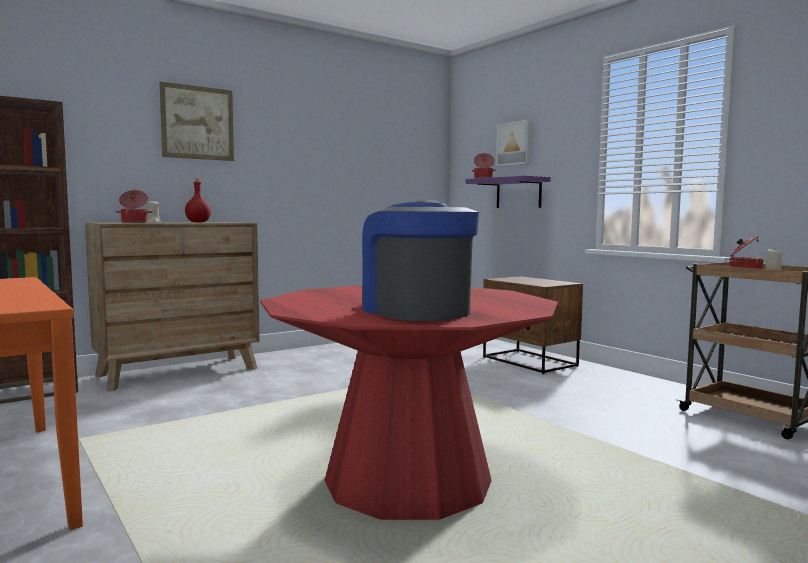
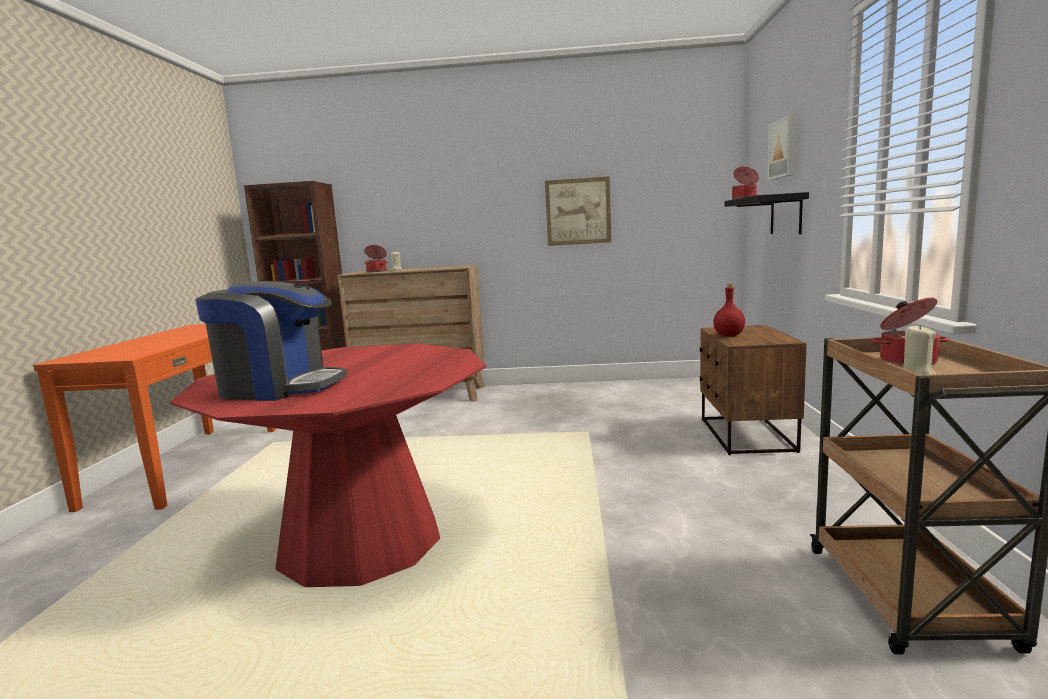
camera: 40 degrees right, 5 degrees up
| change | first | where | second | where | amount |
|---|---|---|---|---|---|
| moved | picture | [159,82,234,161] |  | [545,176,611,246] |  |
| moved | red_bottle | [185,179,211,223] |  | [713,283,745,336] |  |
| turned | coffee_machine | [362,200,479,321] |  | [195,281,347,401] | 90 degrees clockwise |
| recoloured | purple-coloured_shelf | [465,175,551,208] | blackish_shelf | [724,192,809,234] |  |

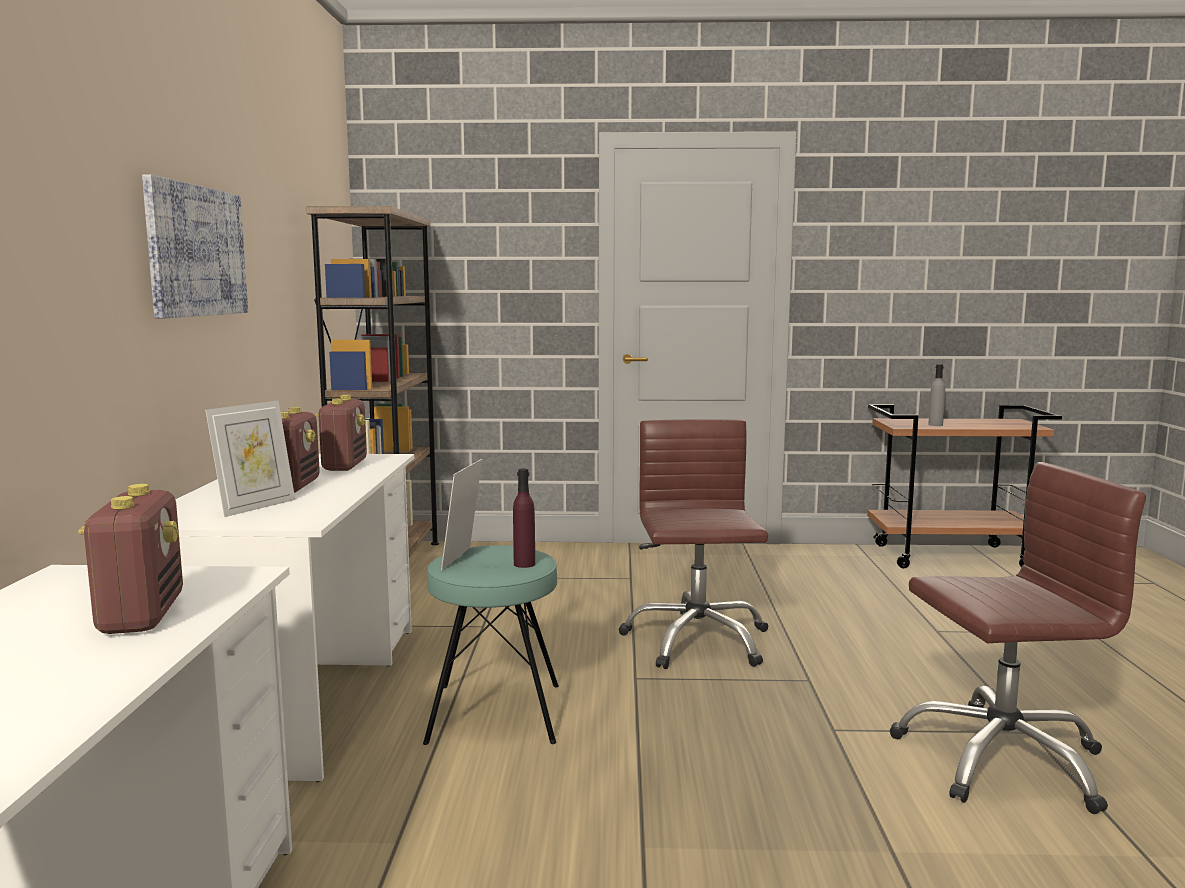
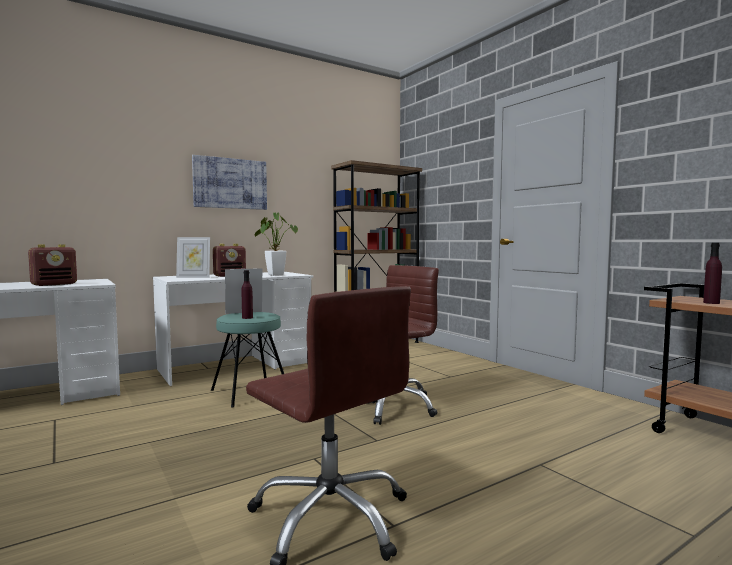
camera: 55 degrees right, 5 degrees down
| change | first | where | second | where | amount |
|---|---|---|---|---|---|
| replaced | radio_set | [315,395,367,471] | houseplant | [255,212,298,276] |  |
| recoloured | grey_bottle | [928,364,945,426] | purple-coloured_bottle | [703,243,722,304] |  |

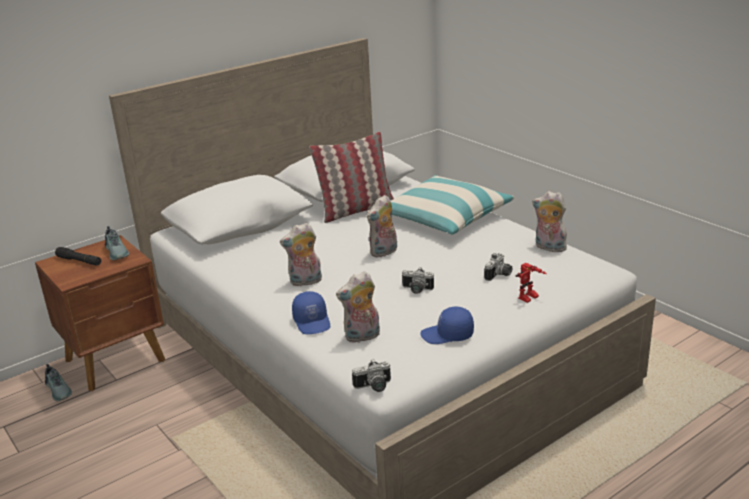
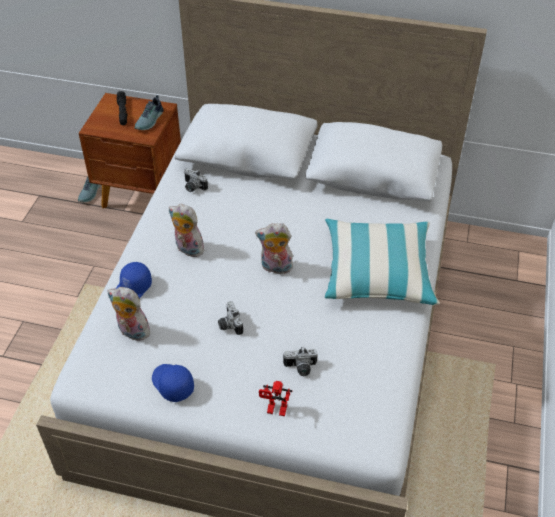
camera: 50 degrees right, 20 degrees up
| change | first | where | second | where | amount |
|---|---|---|---|---|---|
| removed | pillow | [309,132,394,223] |  |  |  |
| moved | photo_camera | [352,360,391,392] |  | [184,168,208,192] |  |
| removed | plush_toy | [532,191,567,252] |  |  |  |

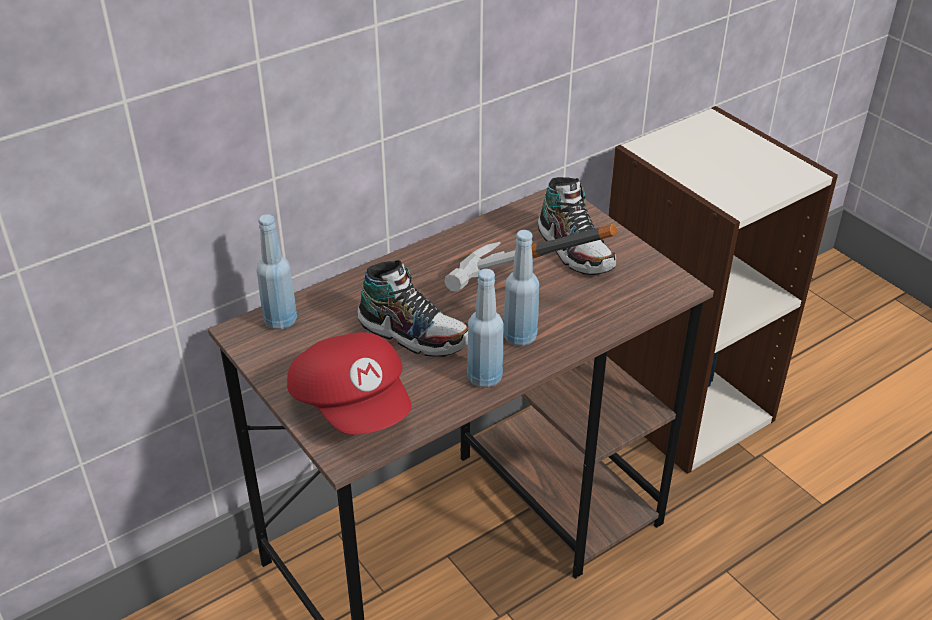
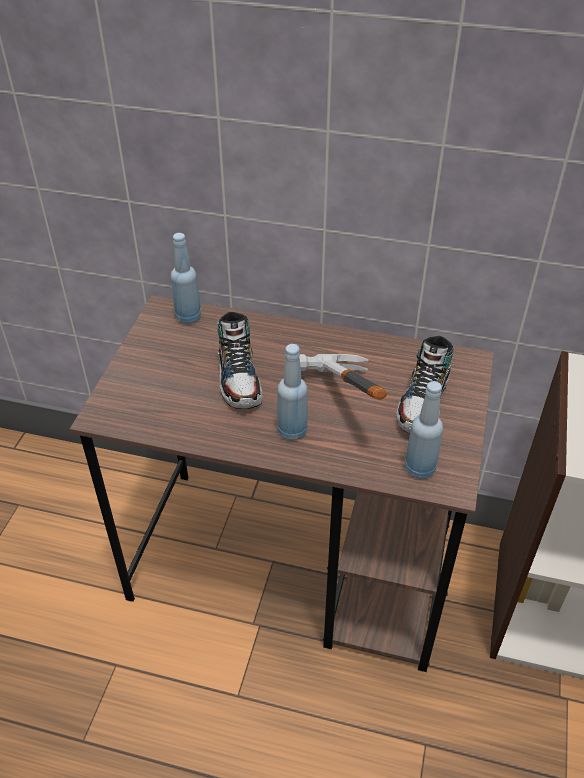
camera: 50 degrees right, 5 degrees up
| change | first | where | second | where | amount |
|---|---|---|---|---|---|
| removed | red_peaked_cap | [287,332,412,435] |  |  |  |
| moved | blue_bottle | [467,269,503,388] |  | [405,381,443,479] |  |

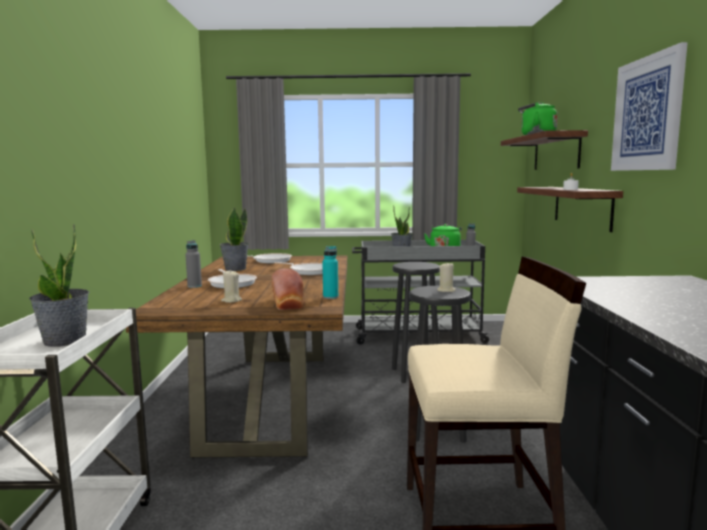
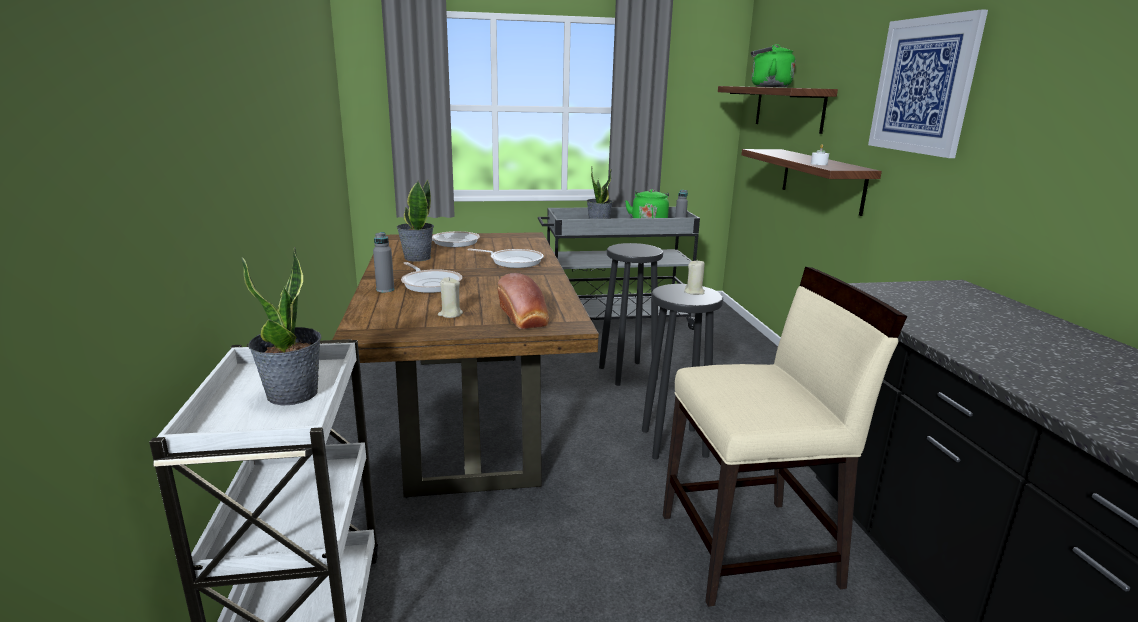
camera: 10 degrees left, 10 degrees up
| change | first | where | second | where | amount |
|---|---|---|---|---|---|
| removed | turquoise_bottle | [322,246,338,299] |  |  |  |

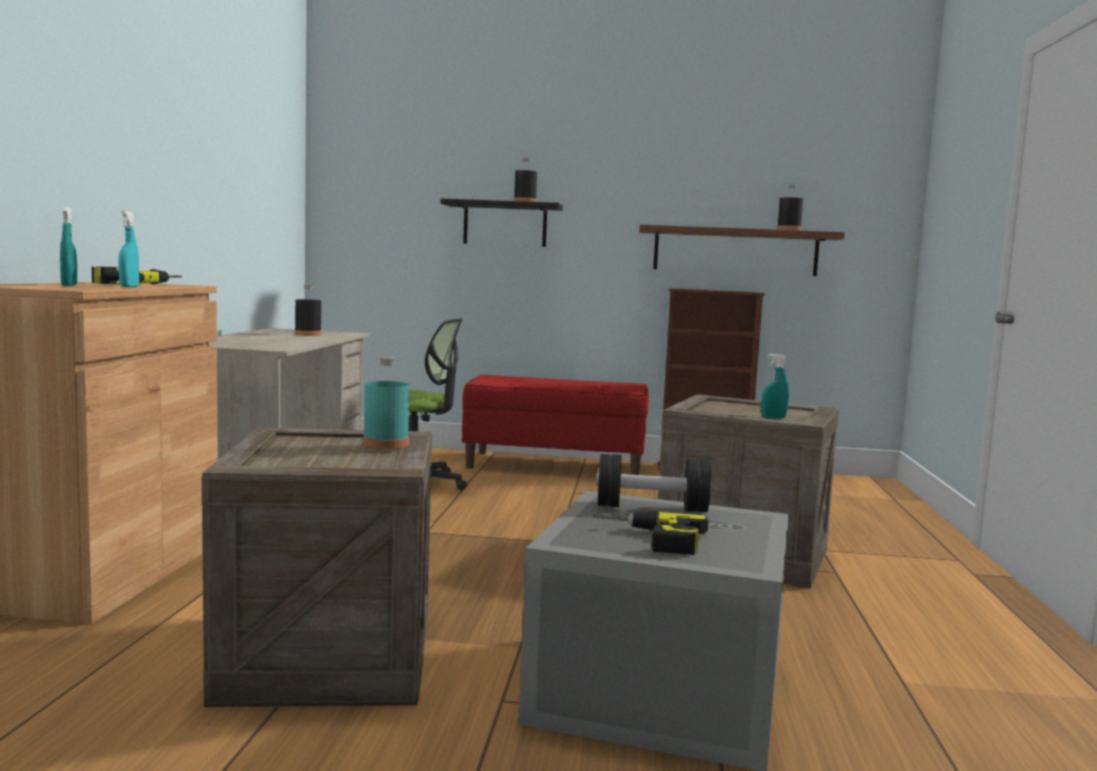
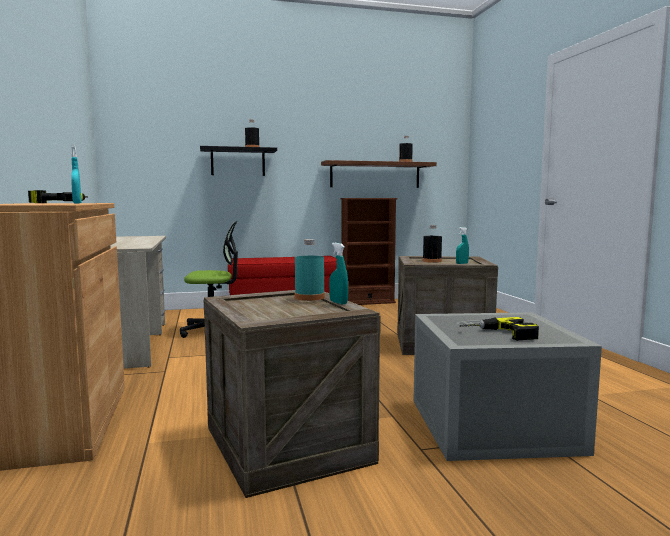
camera: 20 degrees left, 0 degrees up
| change | first | where | second | where | amount |
|---|---|---|---|---|---|
| moved | turquoise_sprayer | [60,207,77,286] |  | [329,243,348,305] |  |
| moved | blackish_bottle | [295,285,321,336] |  | [423,225,442,263] |  |
| removed | blackish_hand_weight | [596,454,712,512] |  |  |  |

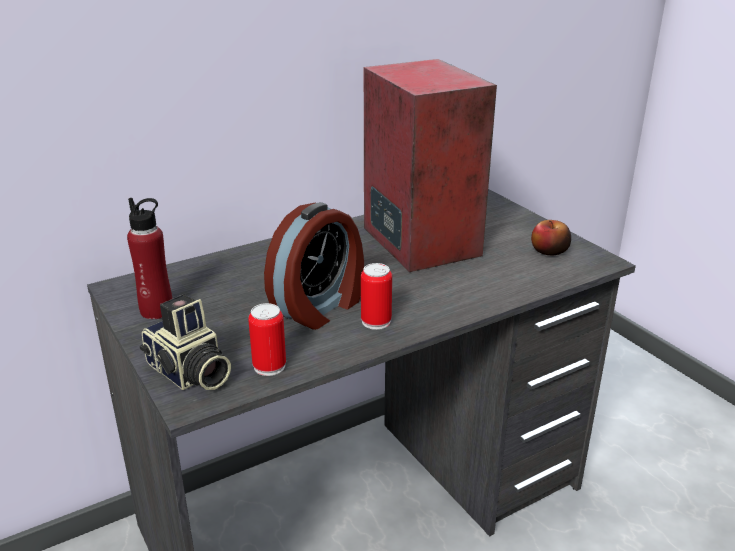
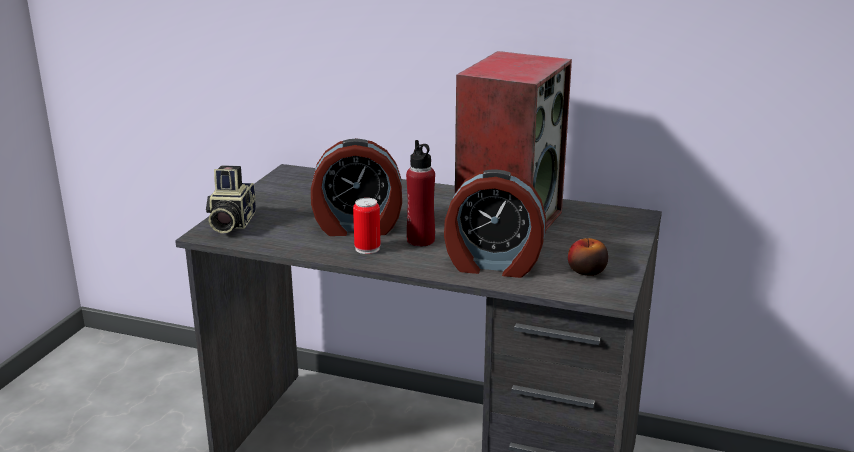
camera: 50 degrees right, 5 degrees down
| change | first | where | second | where | amount |
|---|---|---|---|---|---|
| moved | red_bottle | [127,198,173,319] |  | [406,140,435,246] |  |
| removed | can | [248,303,286,376] |  |  |  |
| added |  |  | bedside_clock | [444,169,546,278] |  |

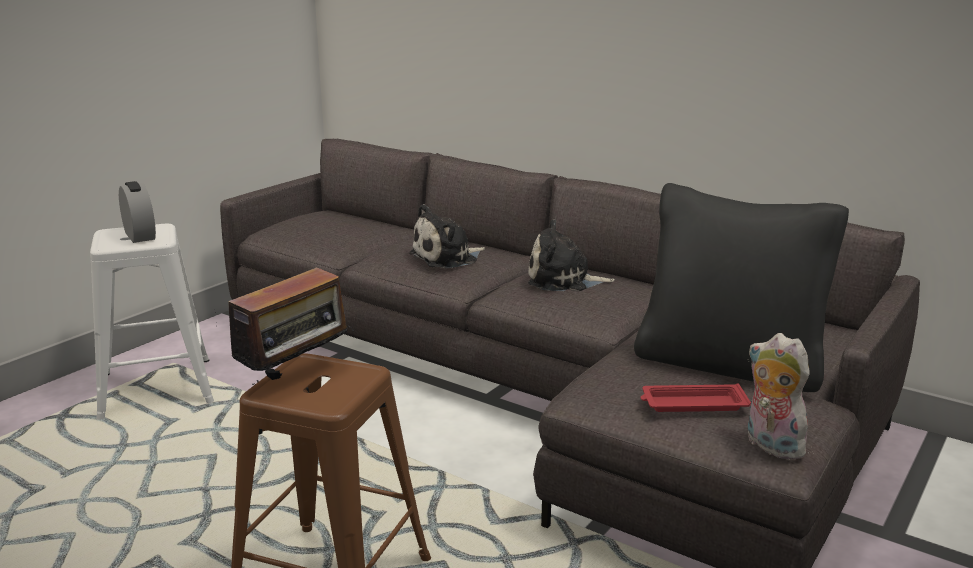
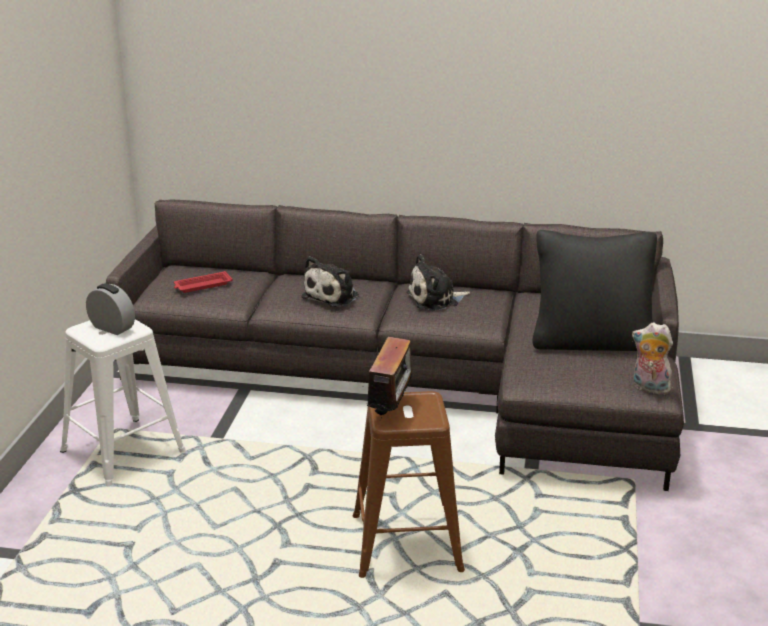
camera: 25 degrees left, 5 degrees up
| change | first | where | second | where | amount |
|---|---|---|---|---|---|
| moved | red_tray | [641,383,751,412] |  | [174,271,233,293] |  |

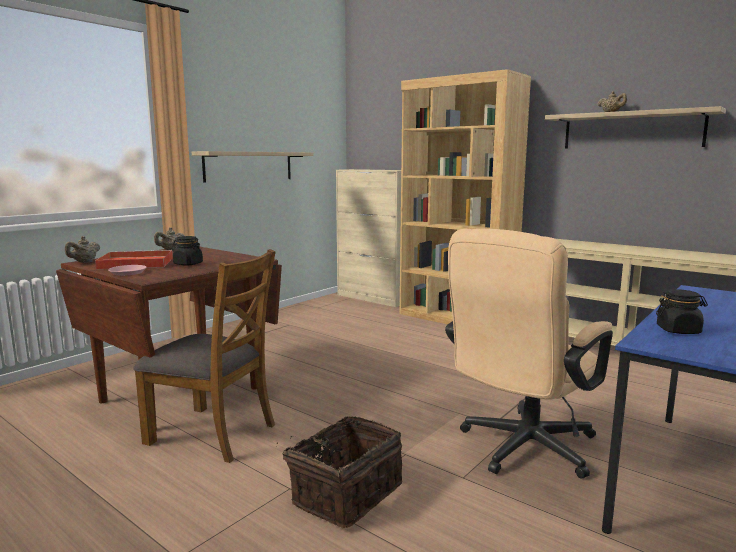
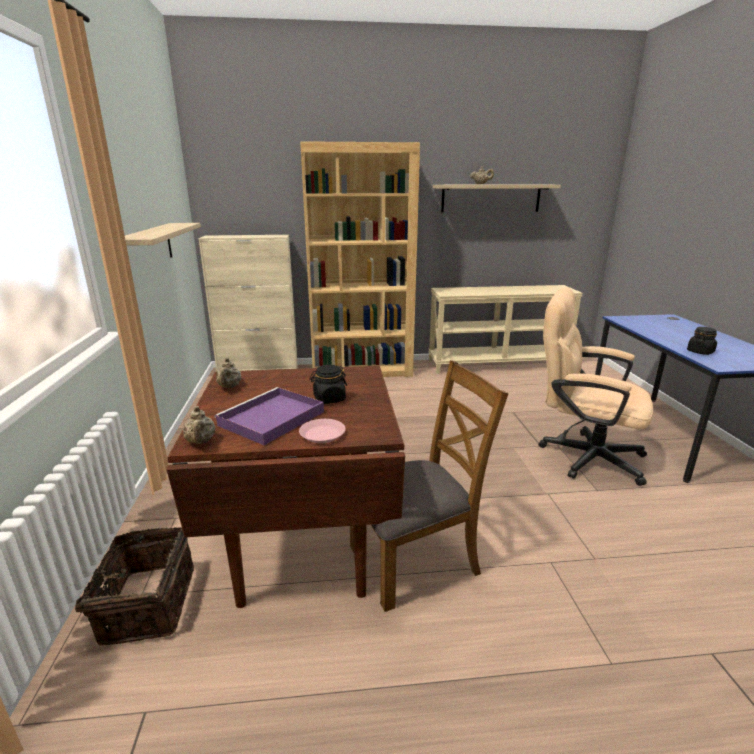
camera: 45 degrees left, 10 degrees up
| change | first | where | second | where | amount |
|---|---|---|---|---|---|
| recoloured | red_tray | [95,250,173,269] | purple-coloured_tray | [214,387,324,445] |  |
| moved | basket | [277,416,402,528] |  | [75,527,194,645] |  |
| turned | sand-coloured_desk_chair | [445,228,613,479] |  | [539,287,653,486] | 120 degrees clockwise |

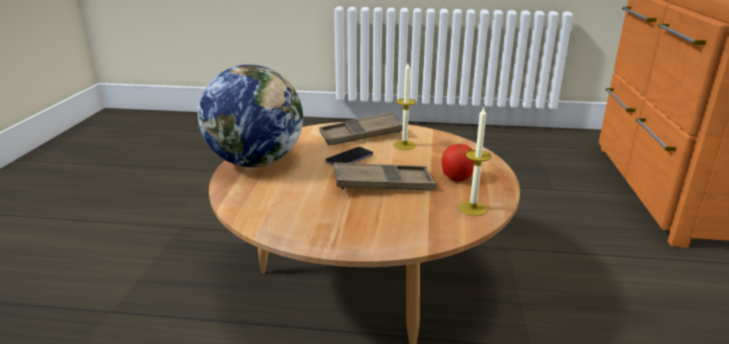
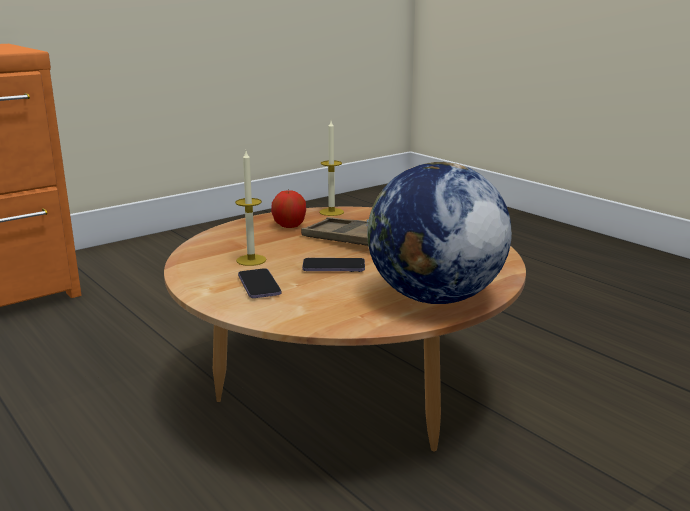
camera: 135 degrees left, 5 degrees down
| change | first | where | second | where | amount |
|---|---|---|---|---|---|
| replaced | brownish_tray | [319,112,403,145] | telephone | [238,268,281,298] |  |

